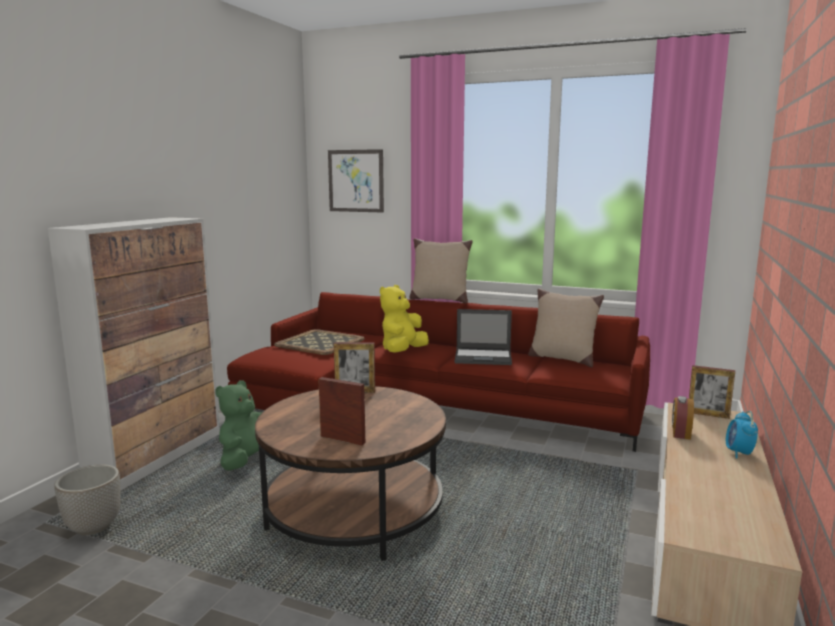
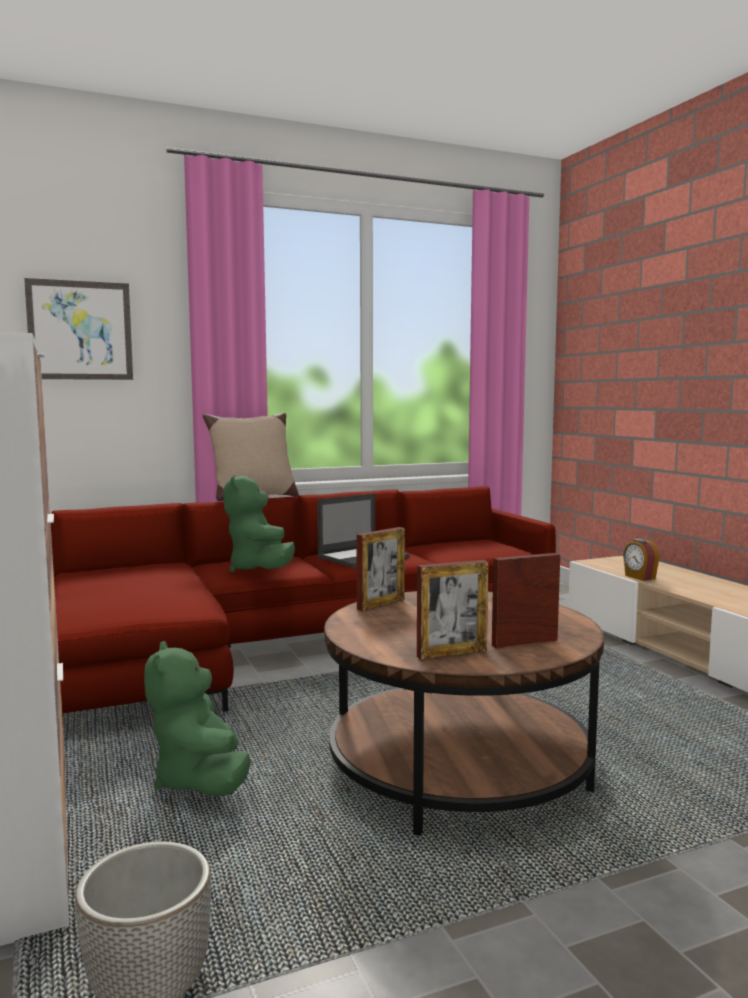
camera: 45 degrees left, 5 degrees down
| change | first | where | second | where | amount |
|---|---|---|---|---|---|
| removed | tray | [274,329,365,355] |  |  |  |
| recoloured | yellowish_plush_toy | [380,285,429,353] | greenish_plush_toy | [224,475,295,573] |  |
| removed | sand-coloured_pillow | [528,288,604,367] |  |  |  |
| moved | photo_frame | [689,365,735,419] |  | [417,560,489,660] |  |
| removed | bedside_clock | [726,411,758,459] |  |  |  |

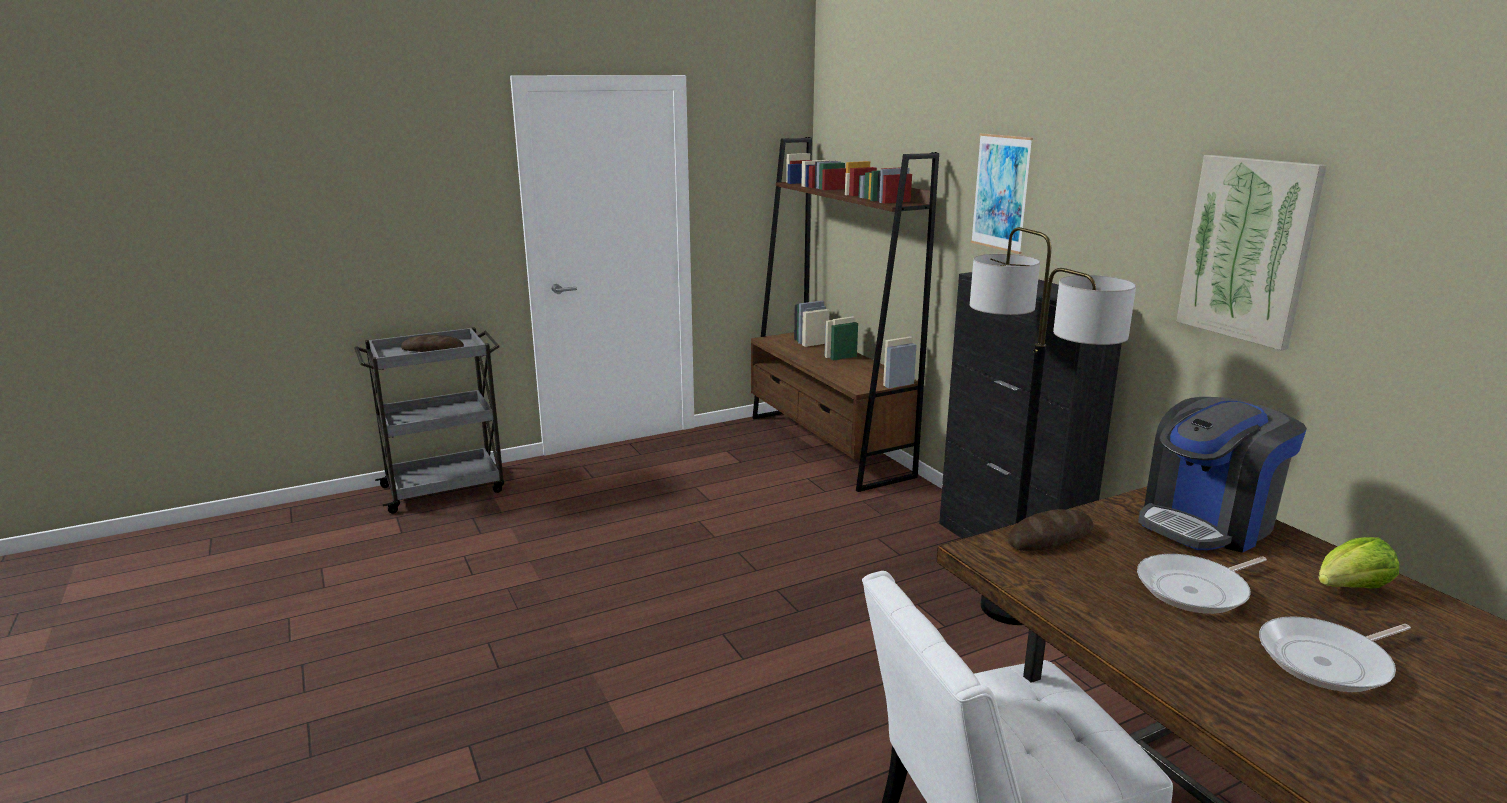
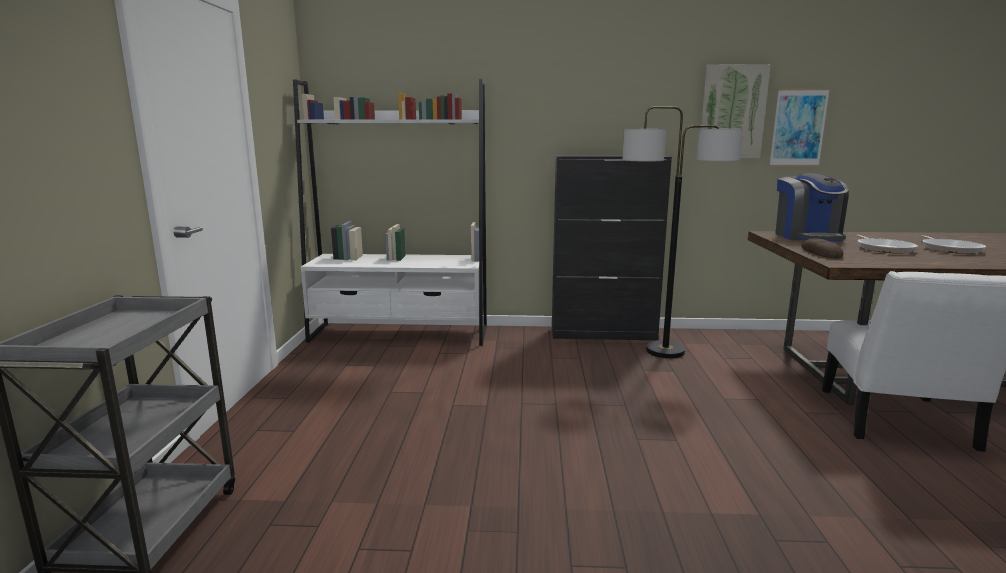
camera: 60 degrees left, 5 degrees down
| change | first | where | second | where | amount |
|---|---|---|---|---|---|
| removed | baked_bread | [401,335,464,352] |  |  |  |
| recoloured | brownish_shelving_unit | [751,137,939,492] | white-coloured_shelving_unit | [293,79,487,346] |  |
| moved | picture | [971,133,1033,254] |  | [769,89,830,166] |  |
| removed | lettuce | [1318,537,1399,589] |  |  |  |

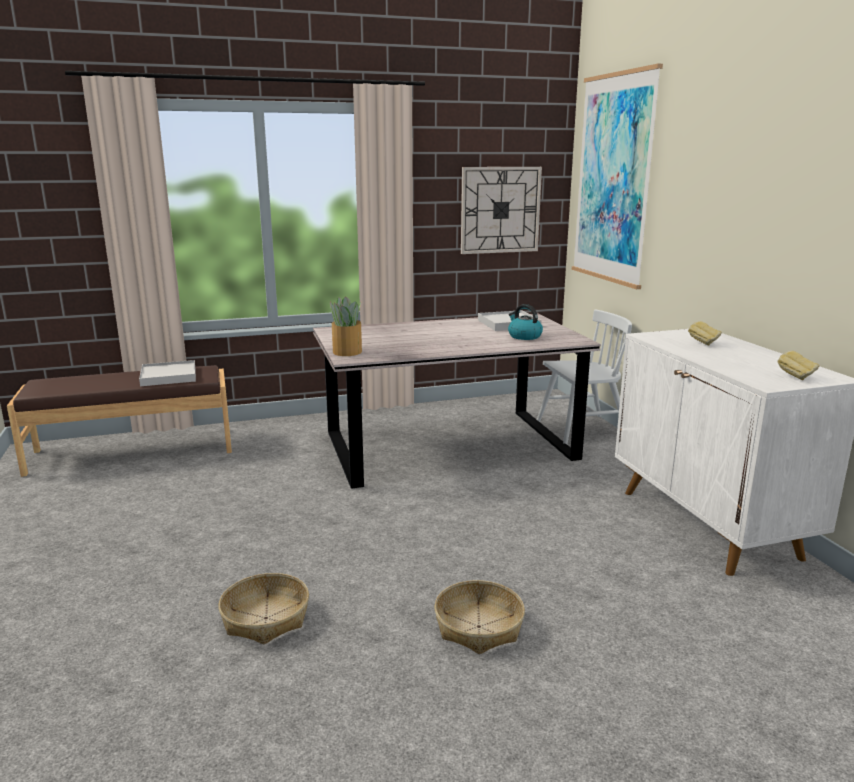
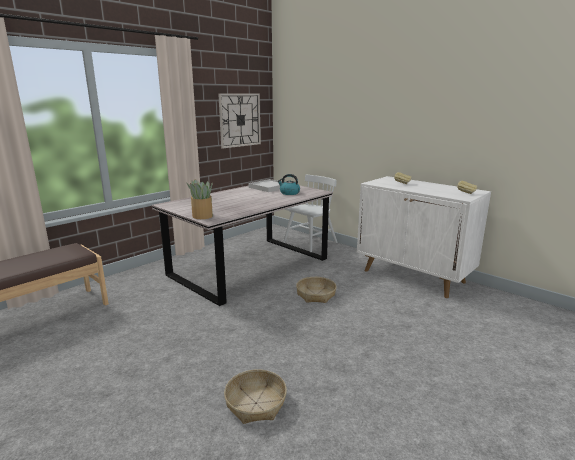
camera: 30 degrees left, 0 degrees up
| change | first | where | second | where | amount |
|---|---|---|---|---|---|
| removed | white-coloured_tray | [139,360,196,386] |  |  |  |
| moved | basket | [434,580,525,654] |  | [296,277,337,303] |  |
| removed | picture | [572,64,663,289] |  |  |  |

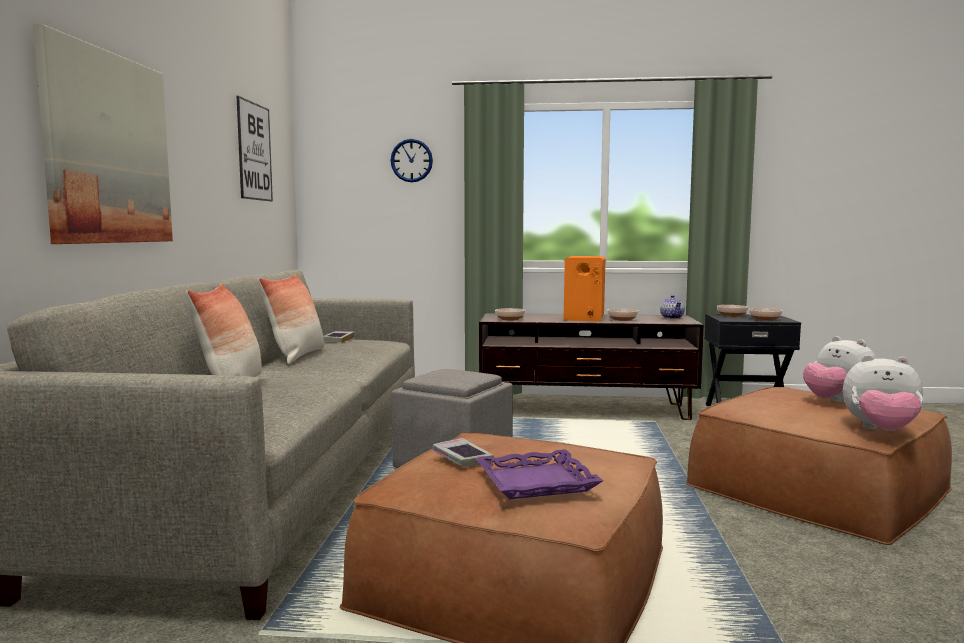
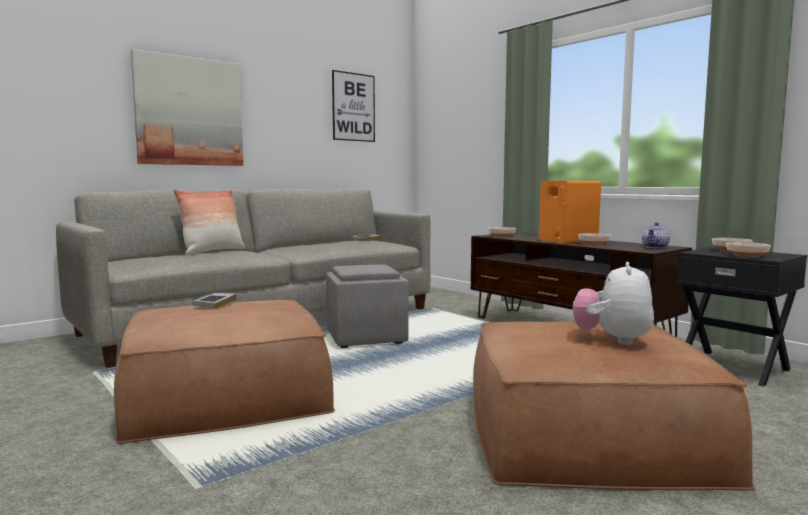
camera: 45 degrees right, 0 degrees up
| change | first | where | second | where | amount |
|---|---|---|---|---|---|
| removed | pillow | [258,274,324,364] |  |  |  |
| removed | wall_clock | [391,139,433,182] |  |  |  |
| removed | purple-coloured_tray | [475,449,604,499] |  |  |  |
| removed | plush_toy | [843,355,923,431] |  |  |  |

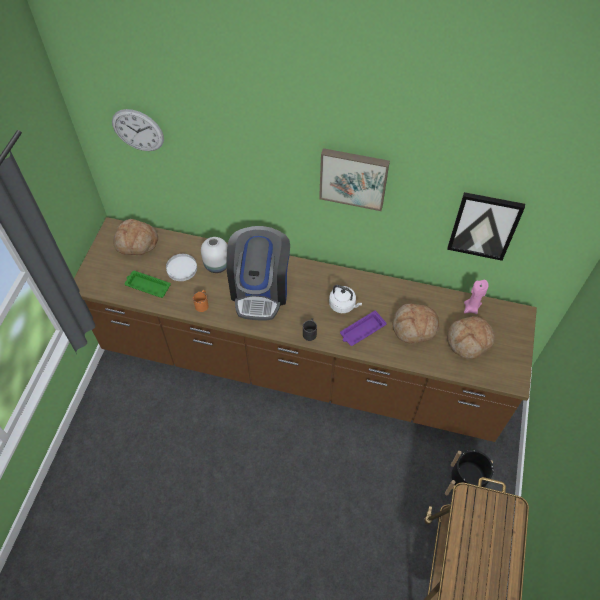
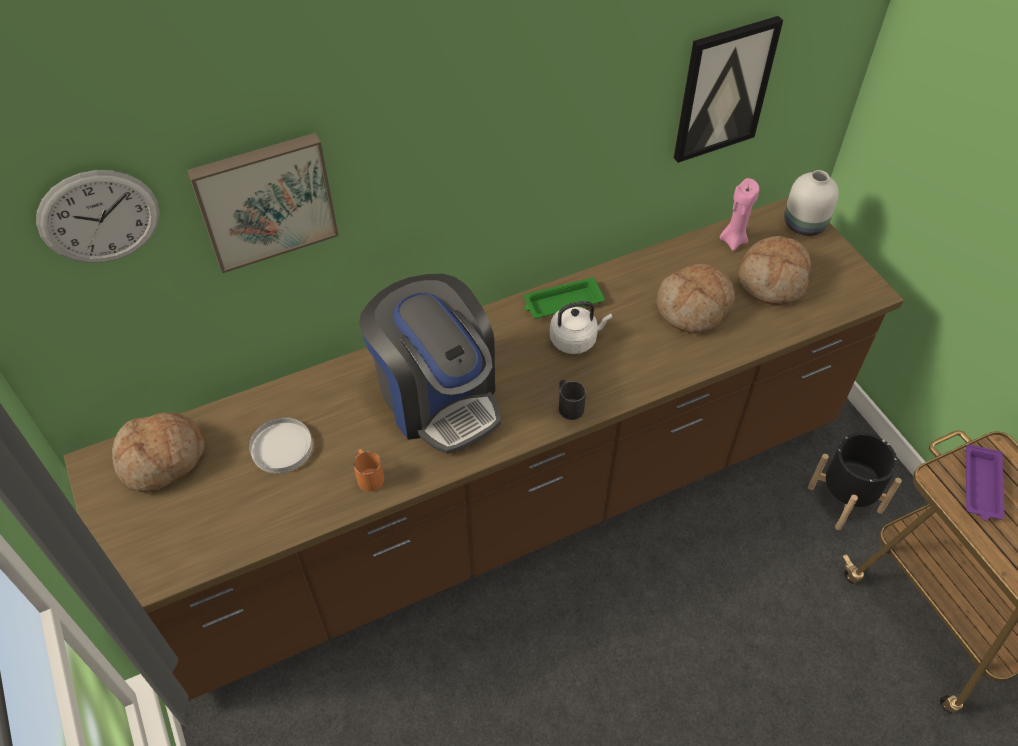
camera: 40 degrees left, 5 degrees down
| change | first | where | second | where | amount |
|---|---|---|---|---|---|
| moved | greenish_tray | [125,271,171,298] |  | [524,277,605,319] |  |
| moved | white-coloured_flower_vase | [201,237,227,273] |  | [784,170,839,236] |  |
| moved | picture | [319,148,390,211] |  | [187,133,339,273] |  |
| moved | purple-coloured_tray | [340,311,387,346] |  | [966,444,1004,521] |  |

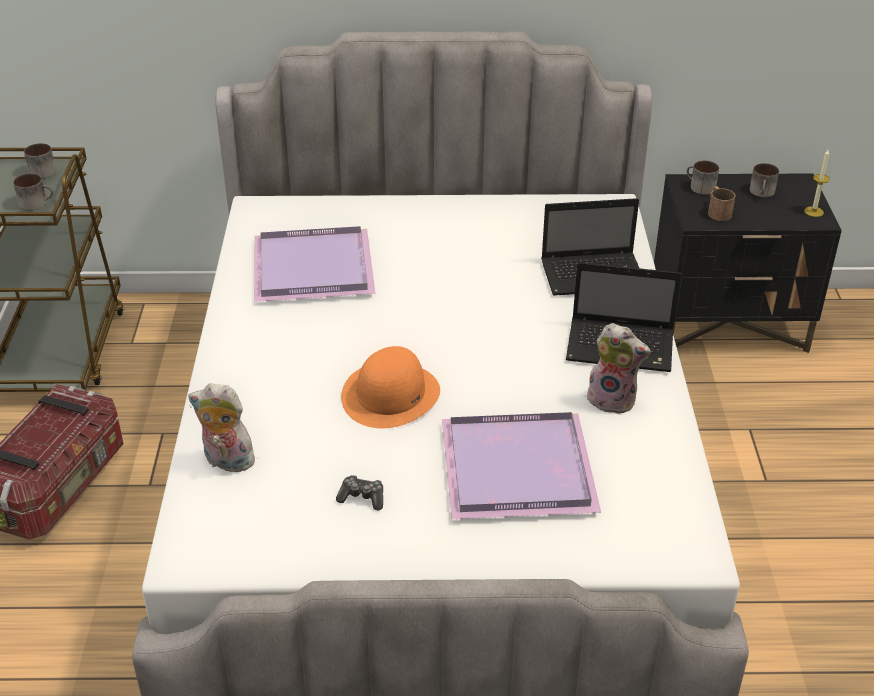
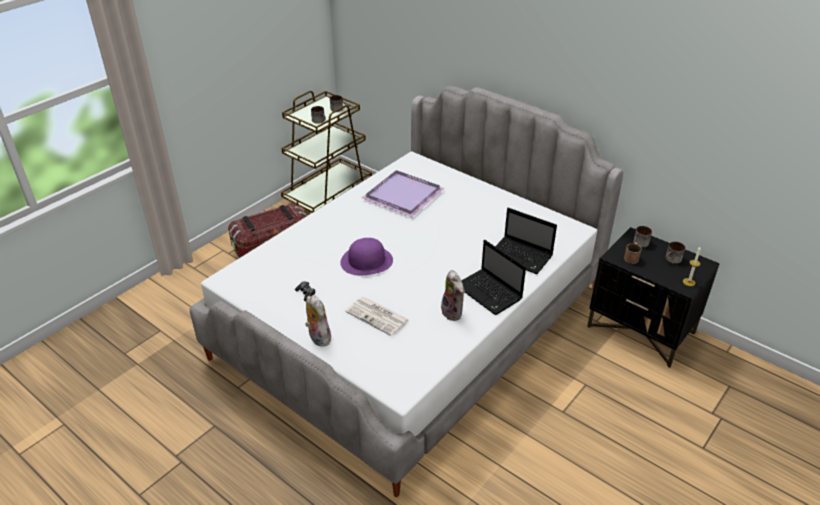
camera: 40 degrees right, 0 degrees up
| change | first | where | second | where | amount |
|---|---|---|---|---|---|
| moved | plush_toy | [188,383,261,472] |  | [305,296,331,347] |  |
| recoloured | orange_clothing_hat | [341,346,440,428] | purple-coloured_clothing_hat | [340,238,393,275] |  |
| replaced | purple-coloured_tray | [442,412,601,519] | daily_paper | [346,297,409,336] |  |

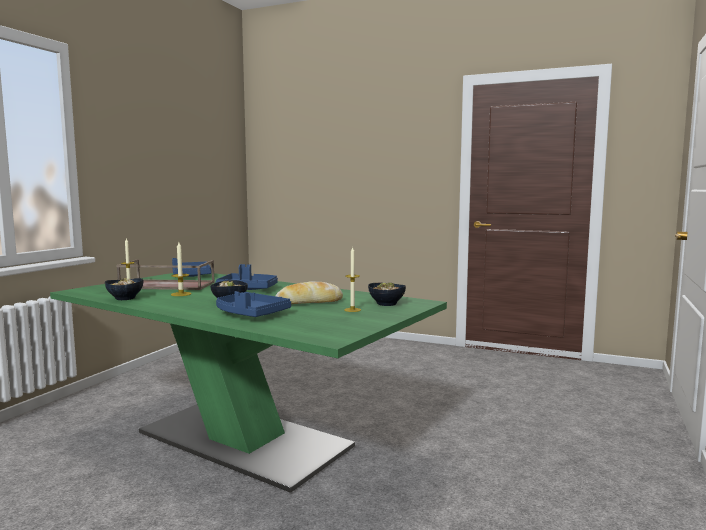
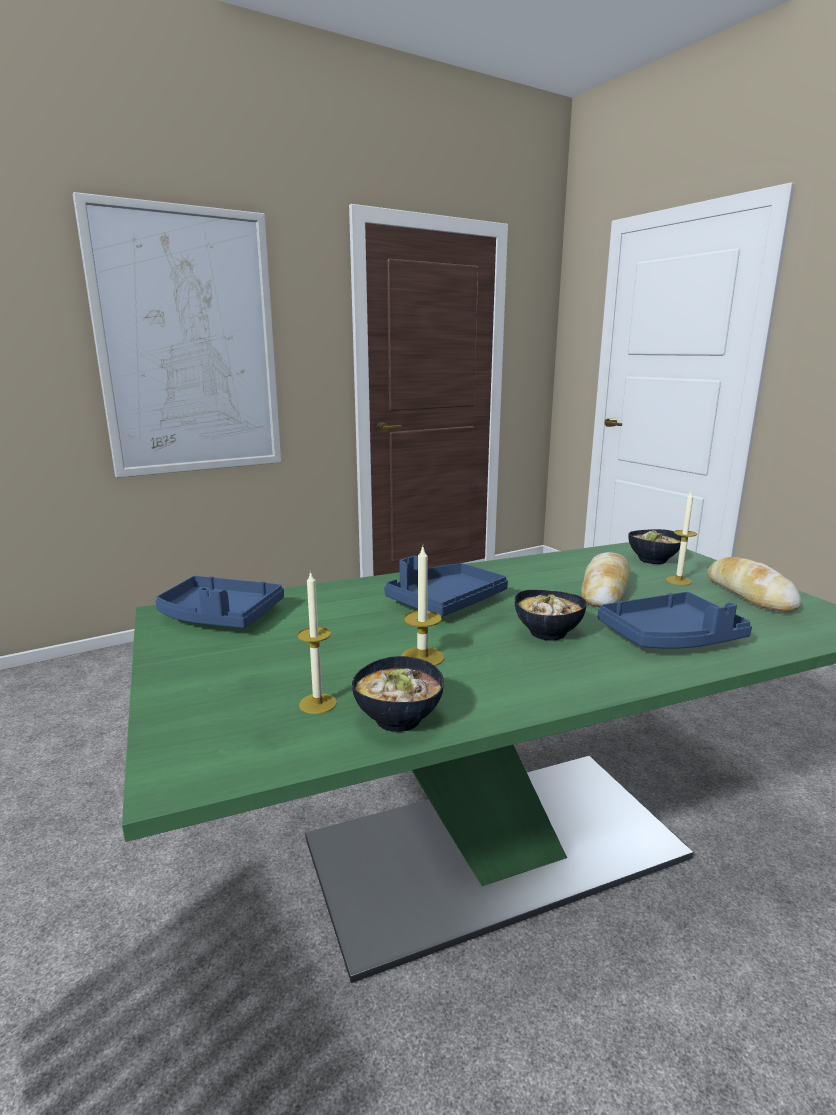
camera: 55 degrees left, 10 degrees up
| change | first | where | second | where | amount |
|---|---|---|---|---|---|
| removed | brownish_tray | [116,259,215,290] |  |  |  |
| added |  |  | picture | [73,192,282,478] |  |
| added |  |  | baked_bread | [707,557,801,612] |  |

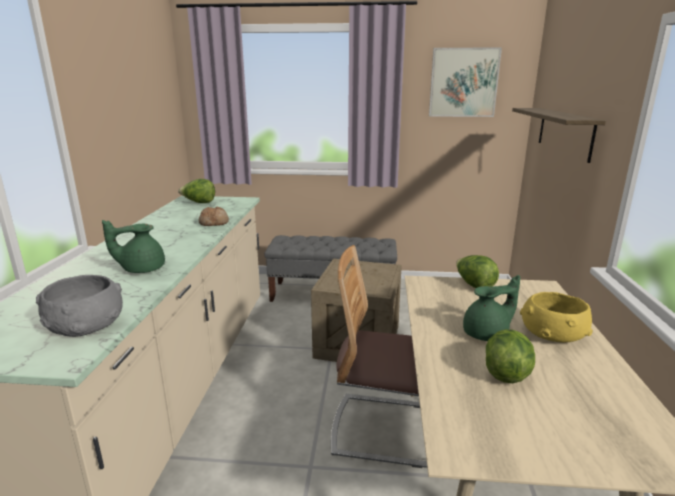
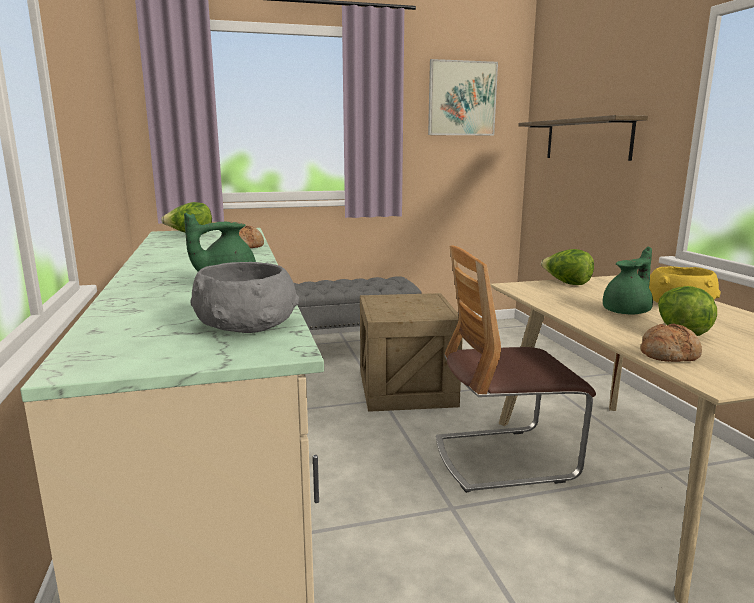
camera: 20 degrees left, 5 degrees down
| change | first | where | second | where | amount |
|---|---|---|---|---|---|
| added |  |  | baked_bread | [640,323,702,362] |  |

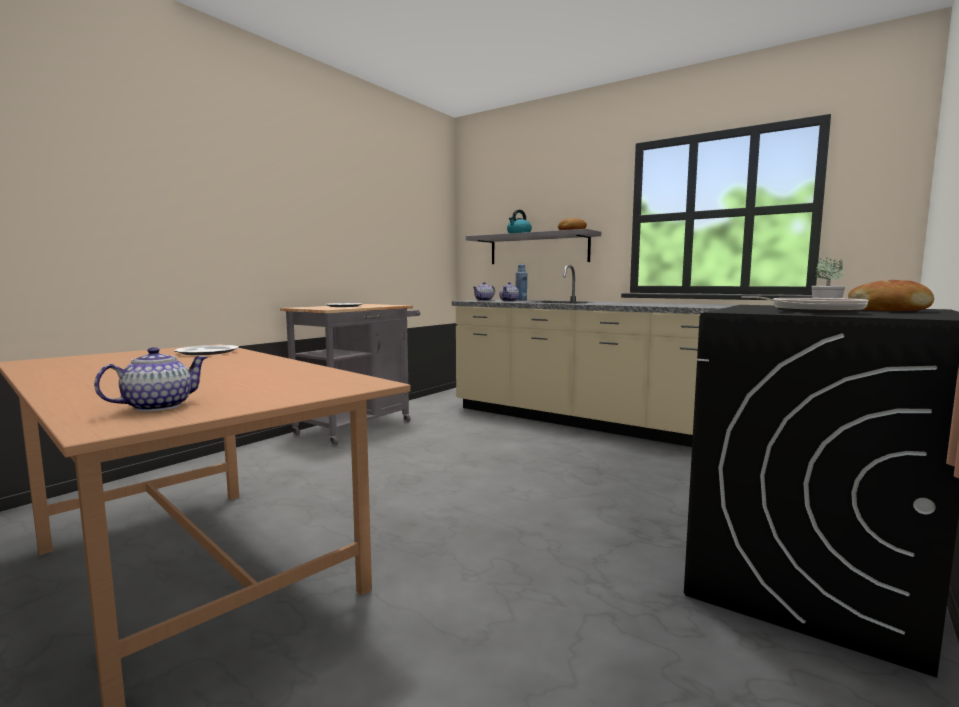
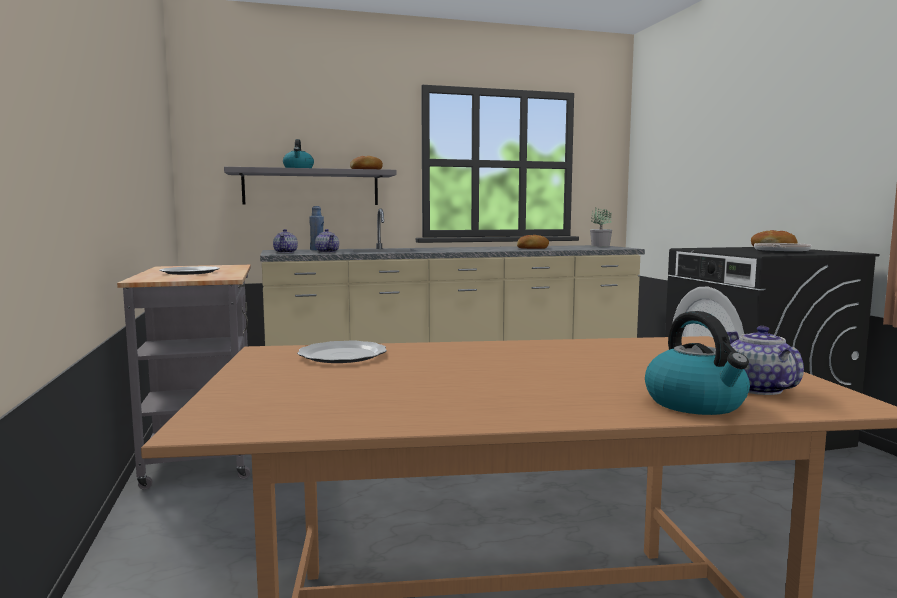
camera: 50 degrees left, 0 degrees up
| change | first | where | second | where | amount |
|---|---|---|---|---|---|
| added |  |  | baked_bread | [517,235,549,249] |  |
| added |  |  | tea_kettle | [645,311,750,415] |  |

